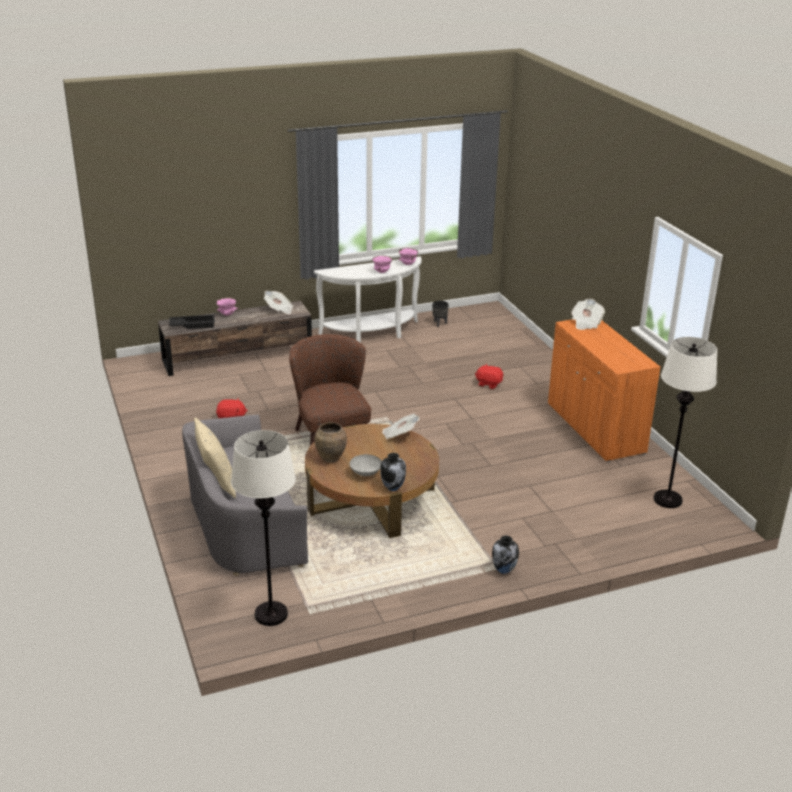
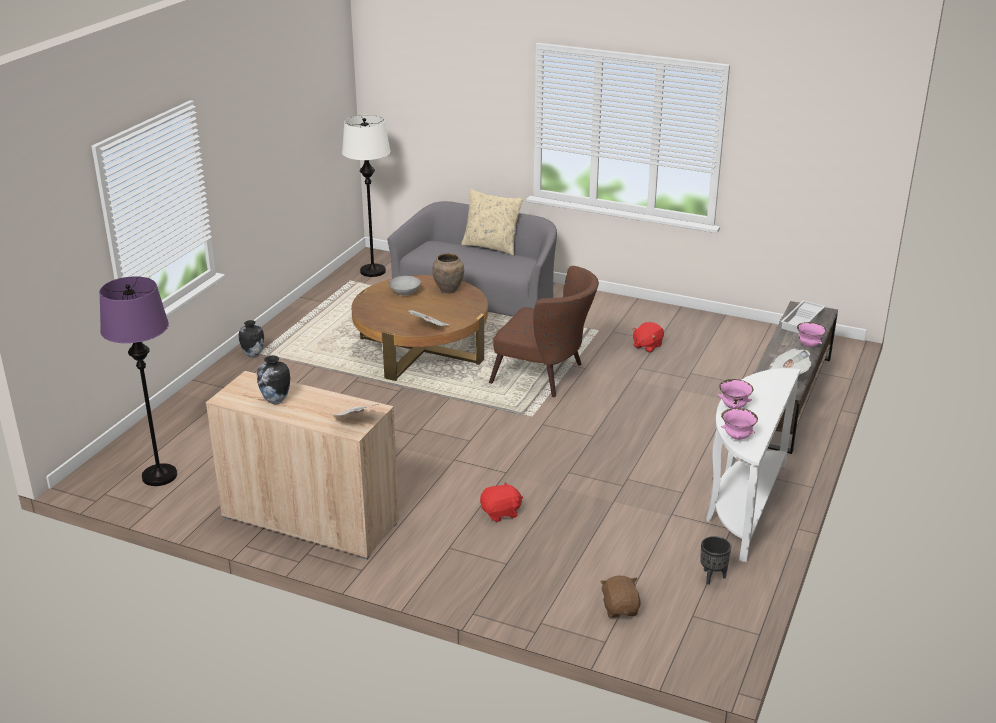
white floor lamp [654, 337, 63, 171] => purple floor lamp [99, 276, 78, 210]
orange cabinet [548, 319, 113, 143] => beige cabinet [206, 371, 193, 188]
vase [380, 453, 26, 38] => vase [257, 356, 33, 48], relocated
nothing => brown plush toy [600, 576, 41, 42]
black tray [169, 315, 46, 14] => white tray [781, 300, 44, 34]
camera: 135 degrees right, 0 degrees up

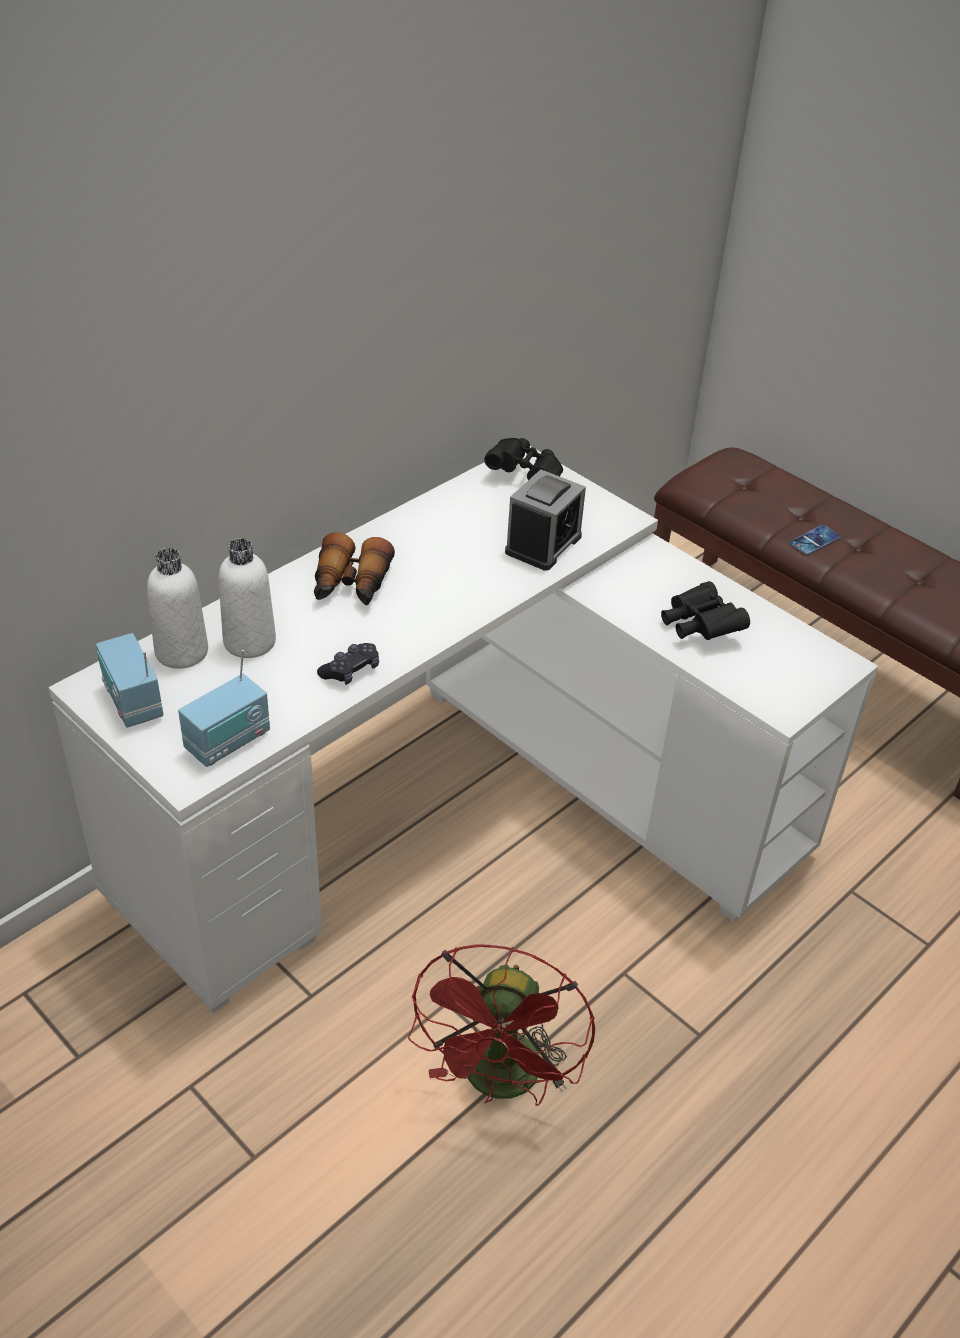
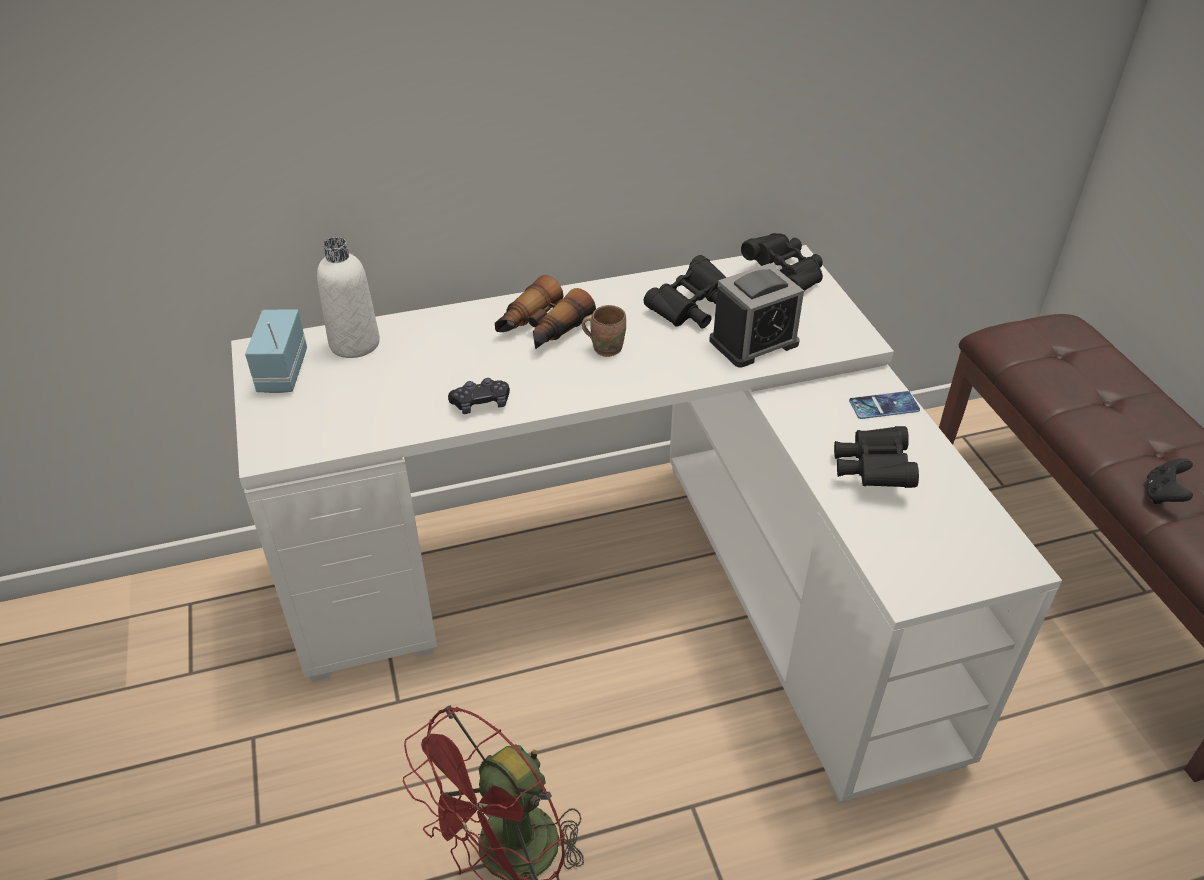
nothing => brown mug [582, 305, 44, 52]
nothing => black binoculars [644, 255, 83, 74]
phone [790, 525, 51, 30] => phone [849, 391, 71, 28], relocated
nothing => black game controller [1146, 458, 47, 46]
radio [178, 650, 92, 117] => nothing
white bottle [219, 538, 57, 120] => nothing
camera: 30 degrees right, 0 degrees up

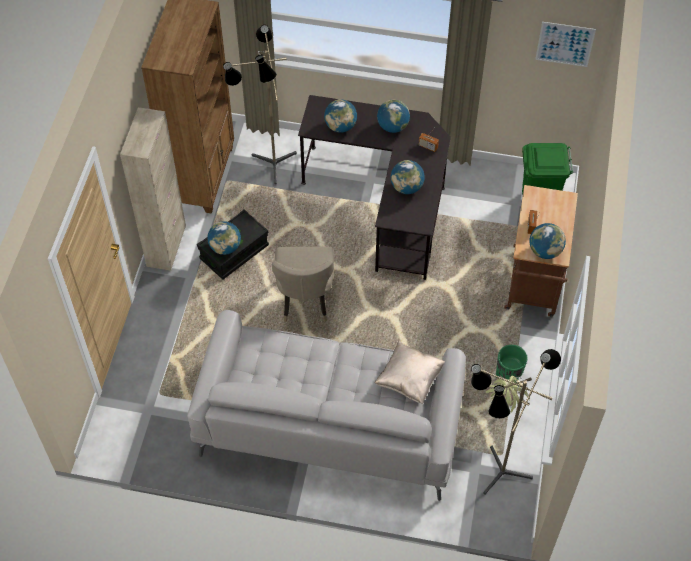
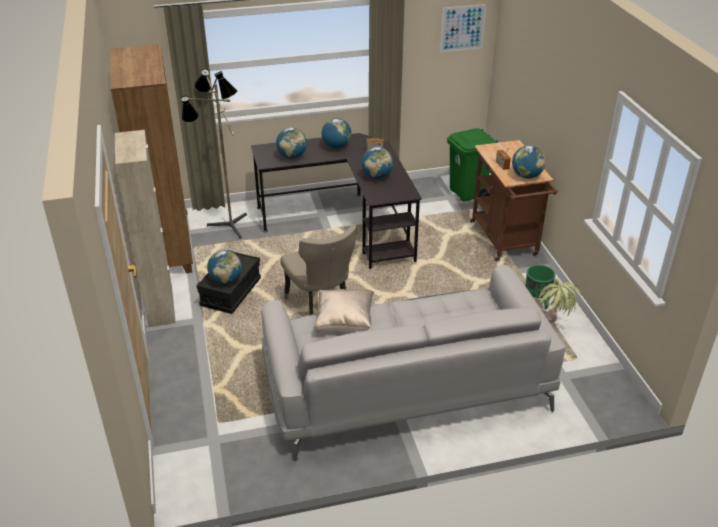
beige pillow [374, 341, 71, 63] => beige pillow [314, 289, 60, 42], relocated
floor lamp [471, 349, 90, 145] => nothing
camera: 25 degrees left, 20 degrees down

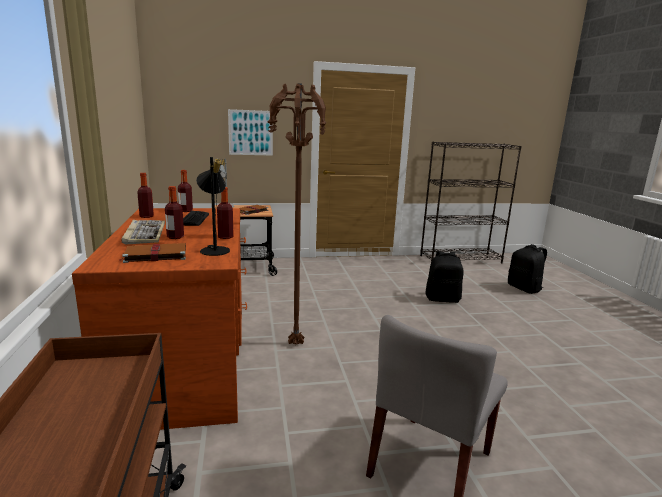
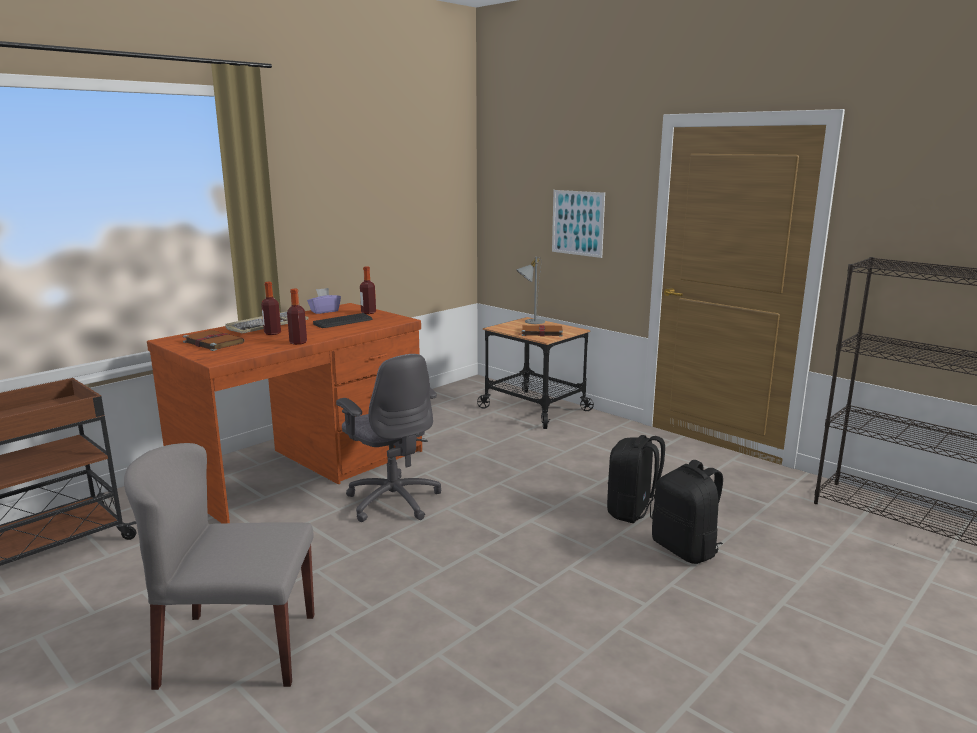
bottle [137, 173, 17, 45] => purple tissue box [307, 288, 34, 26]
brown floor lamp [267, 83, 59, 262] => grey office chair [336, 354, 105, 168]
black backpack [508, 244, 39, 50] => black backpack [607, 435, 58, 88], relocated
black table lamp [196, 157, 34, 99] => nothing
camera: 55 degrees right, 0 degrees up

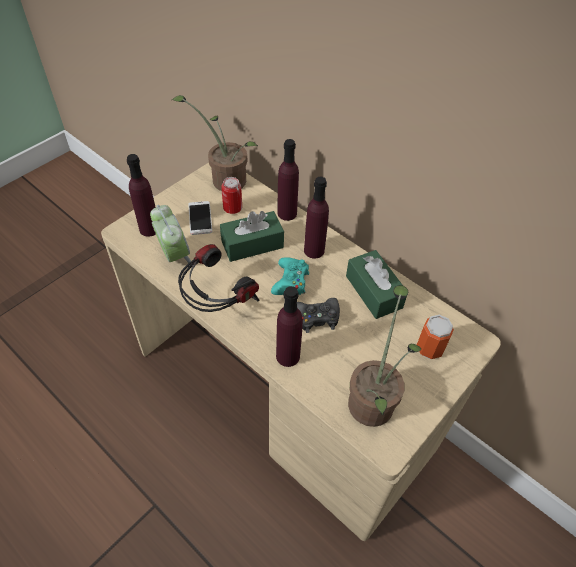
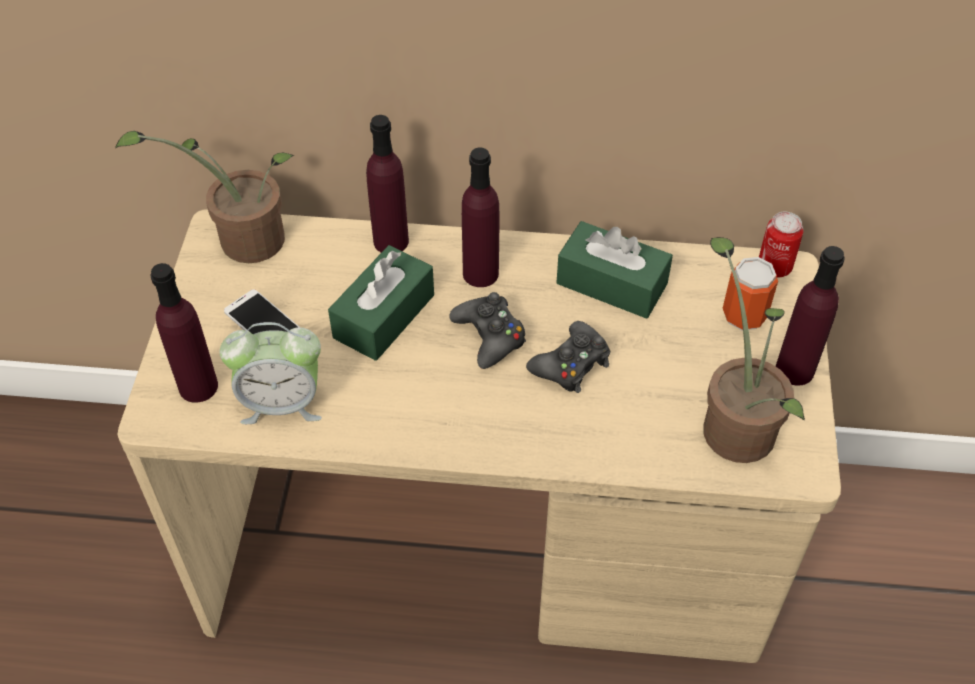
alarm clock [150, 205, 41, 61] => alarm clock [219, 322, 103, 102], 150 degrees clockwise
turquoise game controller [271, 257, 38, 38] => black game controller [449, 292, 77, 77]
can [221, 177, 21, 37] => can [759, 212, 45, 65], relocated
purple bottle [276, 286, 27, 81] => purple bottle [776, 246, 69, 140], relocated
headphones [178, 244, 81, 68] => nothing
camera: 35 degrees left, 0 degrees up

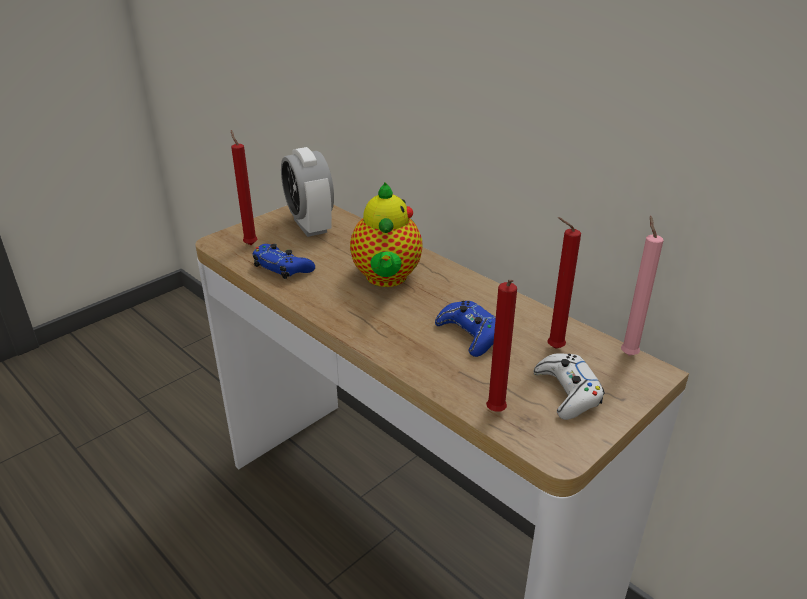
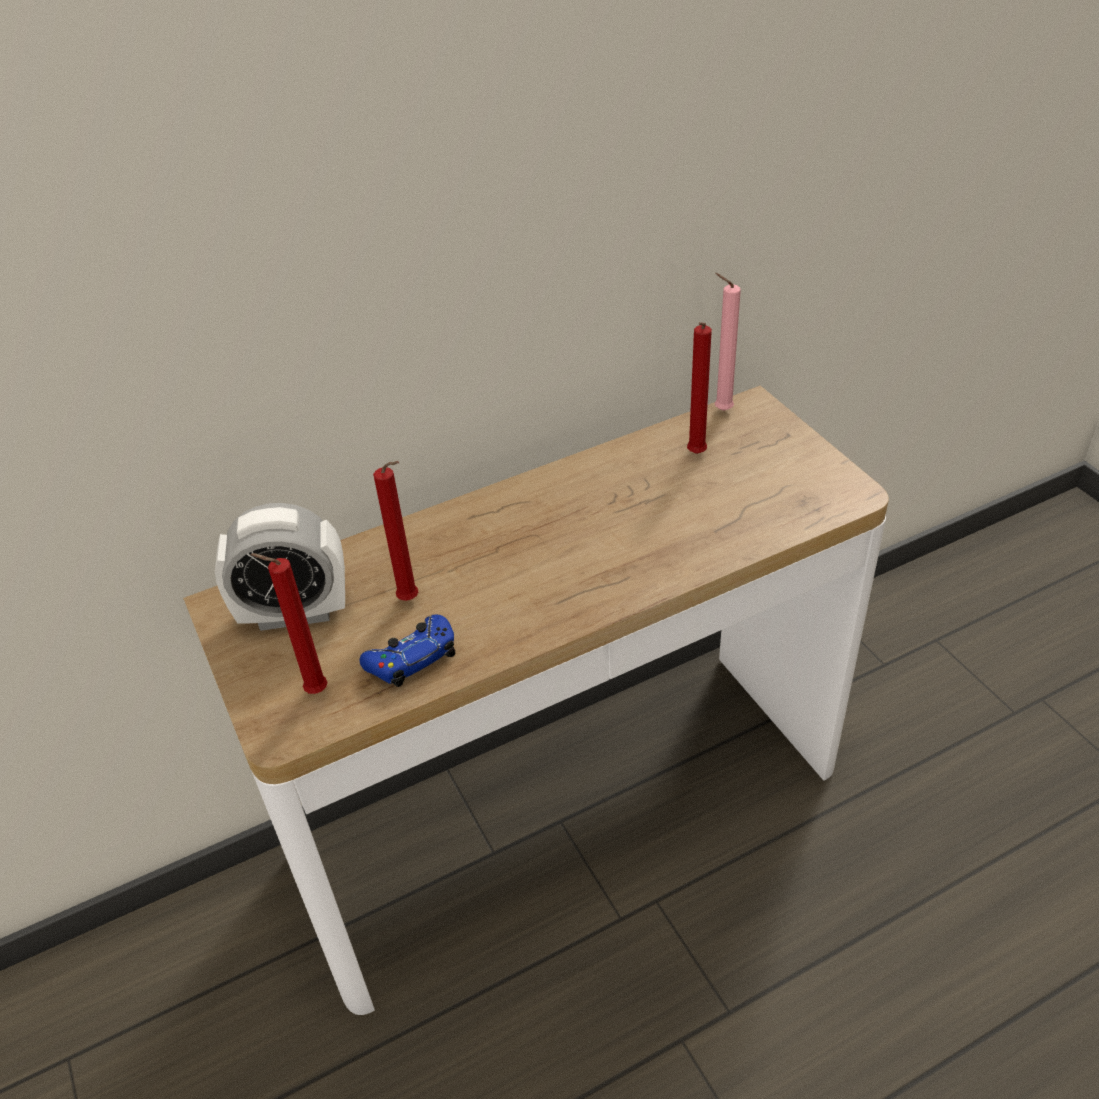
red candle [486, 280, 31, 132] => red candle [373, 461, 45, 140], relocated
teapot [350, 182, 73, 105] => nothing
blue game controller [435, 301, 61, 56] => nothing
white game controller [534, 353, 70, 67] => nothing
camera: 70 degrees left, 10 degrees up

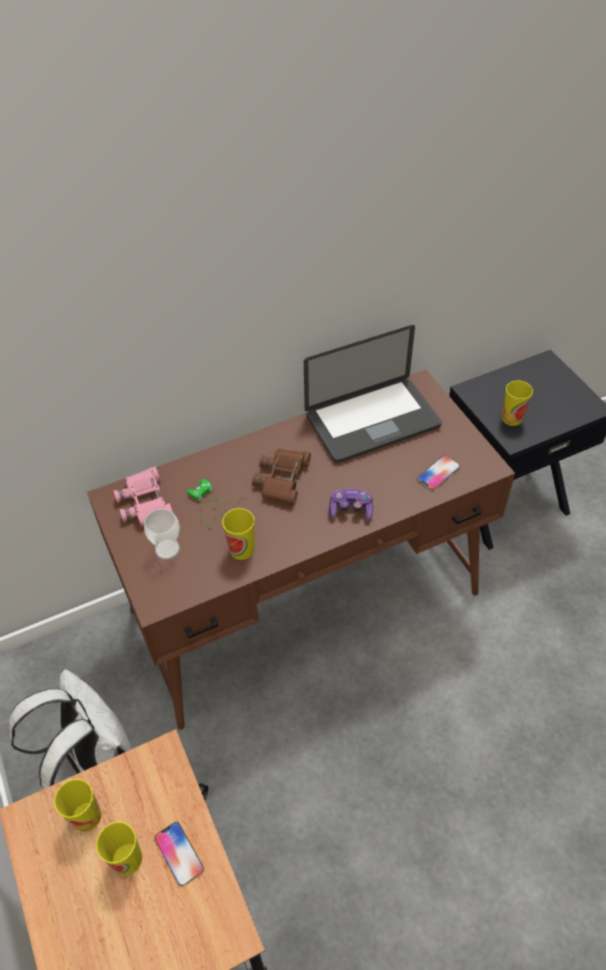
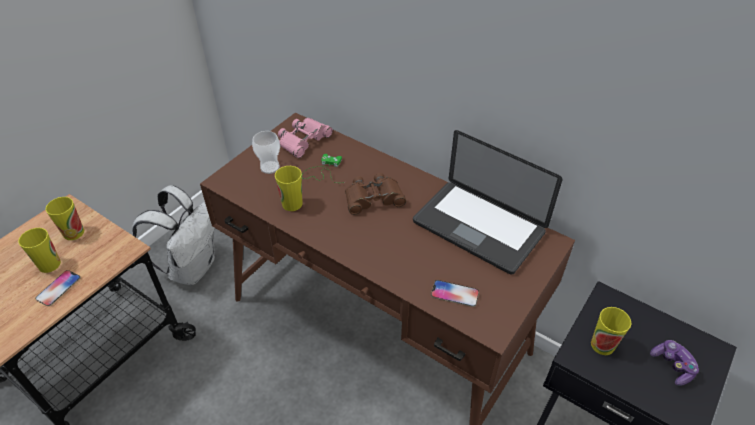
game controller [329, 489, 44, 31] => game controller [650, 340, 49, 46], relocated
camera: 60 degrees right, 5 degrees down

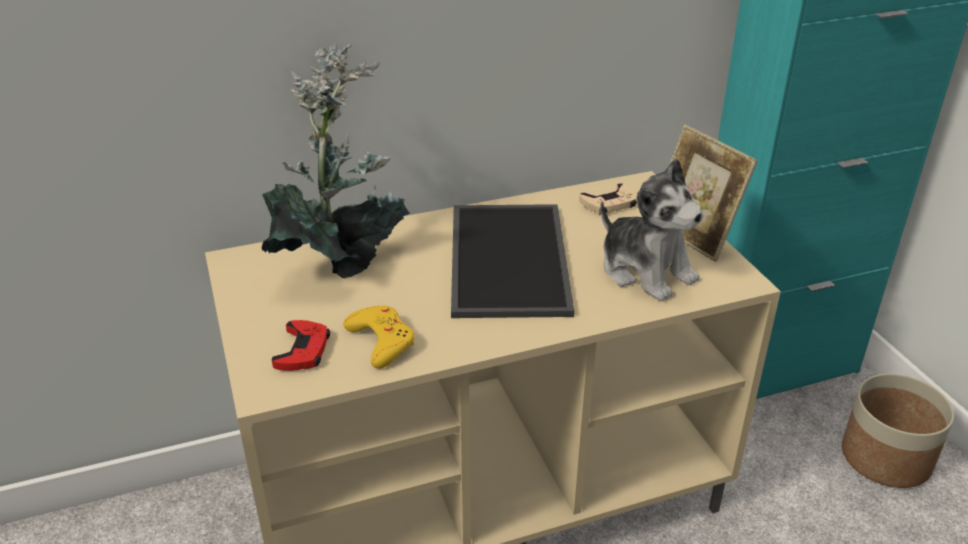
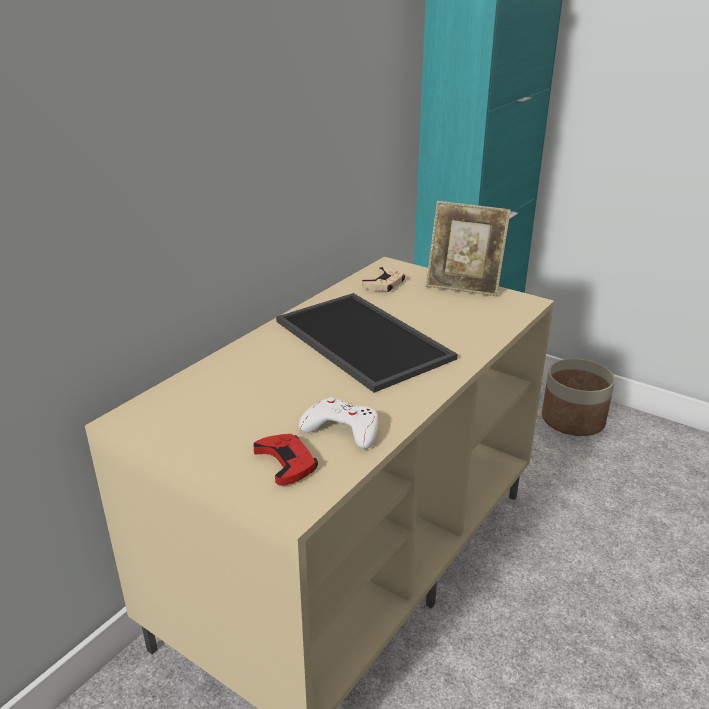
yellow game controller [343, 306, 72, 63] => white game controller [299, 397, 80, 52]
potted plant [261, 43, 149, 235] => nothing
plush toy [600, 158, 103, 143] => nothing
camera: 35 degrees left, 5 degrees down

